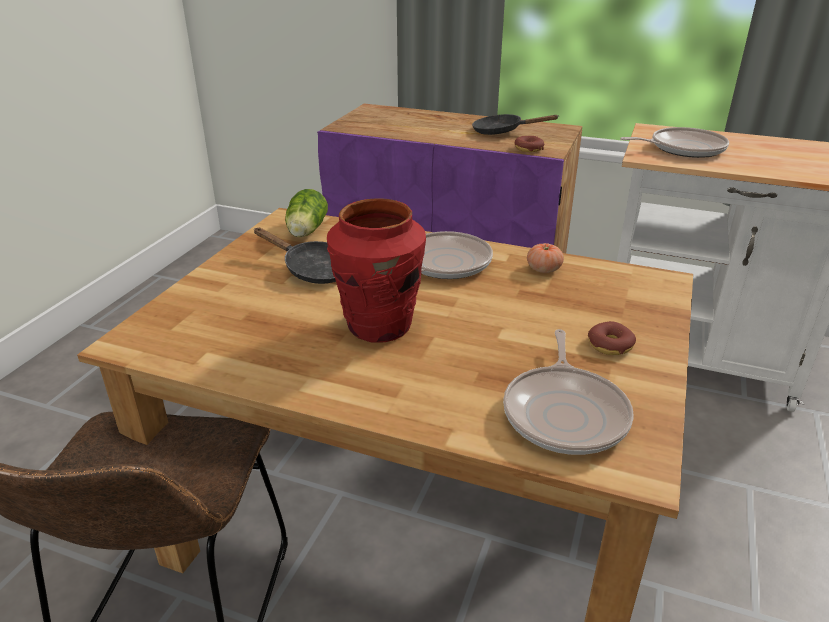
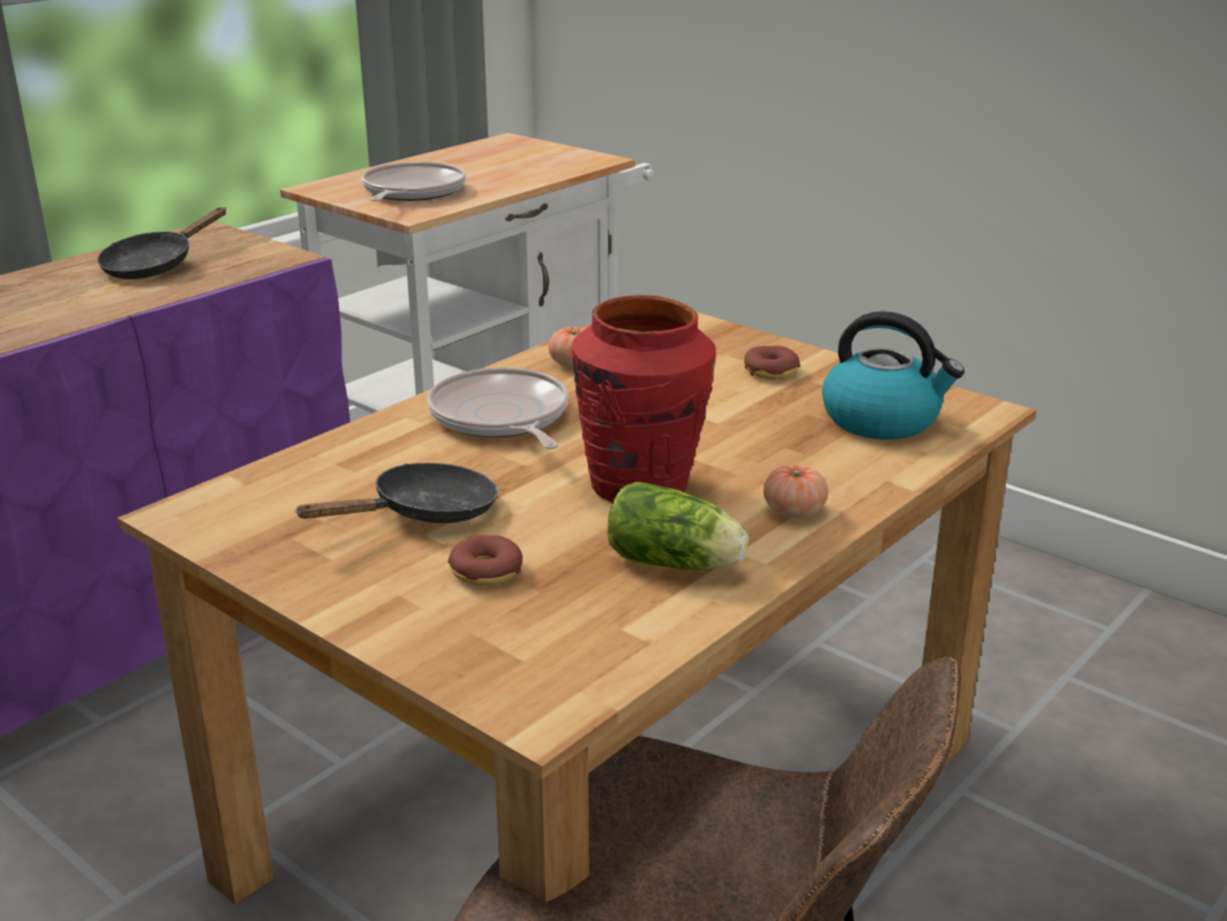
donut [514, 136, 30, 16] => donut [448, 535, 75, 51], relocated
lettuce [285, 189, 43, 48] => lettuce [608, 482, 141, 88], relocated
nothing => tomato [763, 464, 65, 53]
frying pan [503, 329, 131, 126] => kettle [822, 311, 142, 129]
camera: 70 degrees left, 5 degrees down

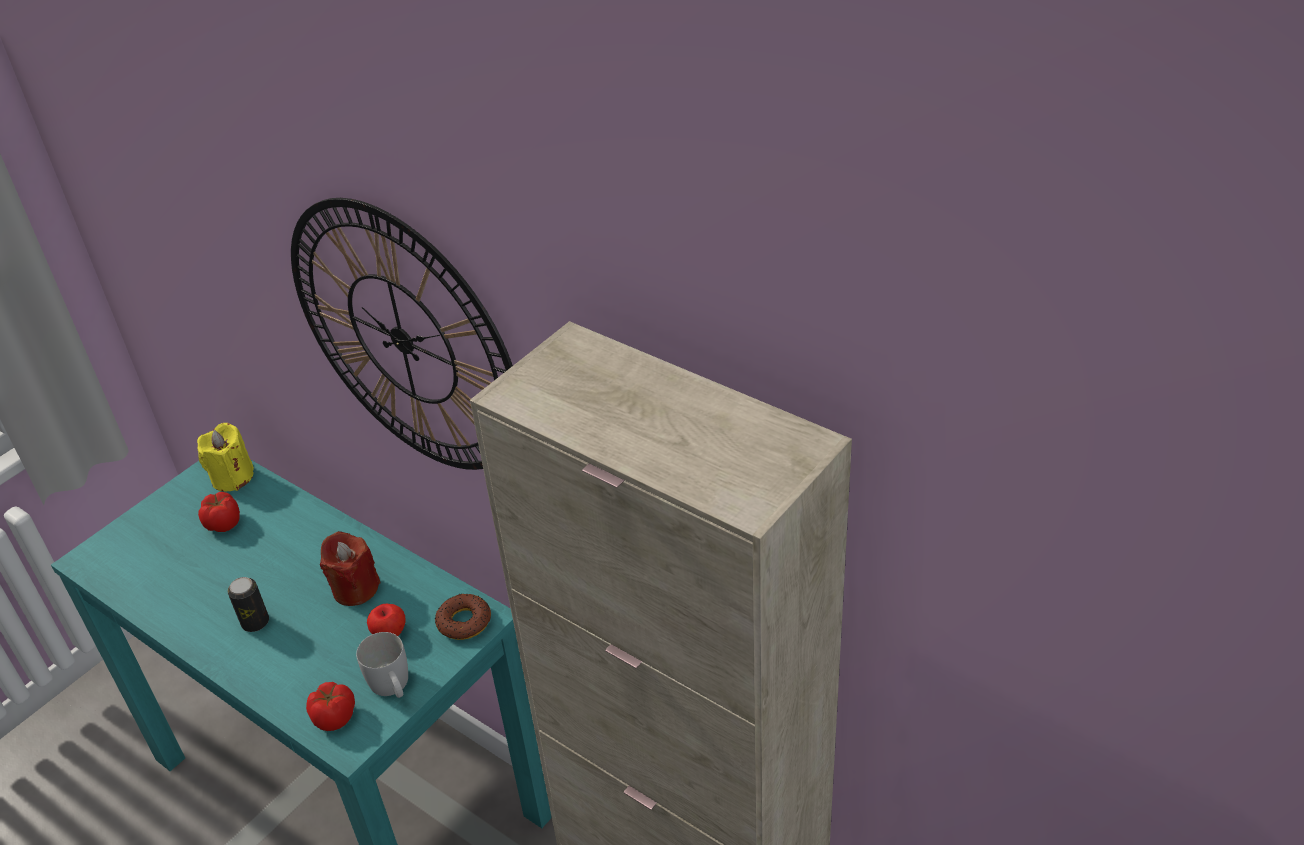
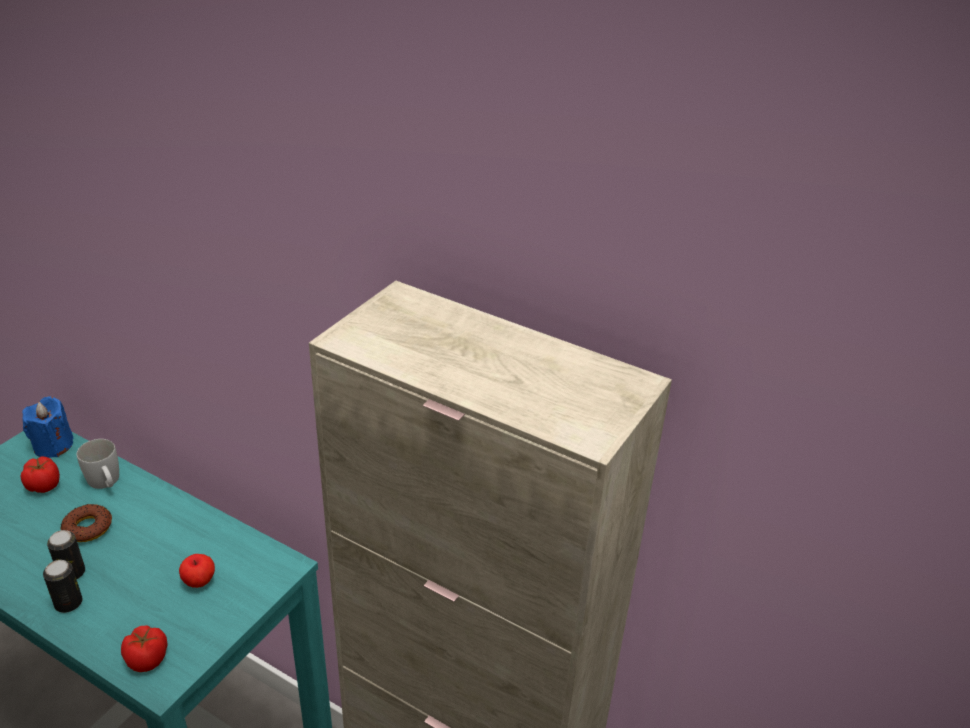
yellow candle [197, 423, 57, 69] => blue candle [22, 396, 51, 62]
nothing => can [43, 560, 40, 53]
donut [435, 594, 56, 46] => donut [61, 504, 51, 38], relocated
white mug [356, 632, 52, 66] => white mug [77, 439, 42, 50], relocated
wall clock [291, 198, 222, 272] => nothing
red candle [320, 531, 60, 75] => nothing
camera: 10 degrees left, 5 degrees down

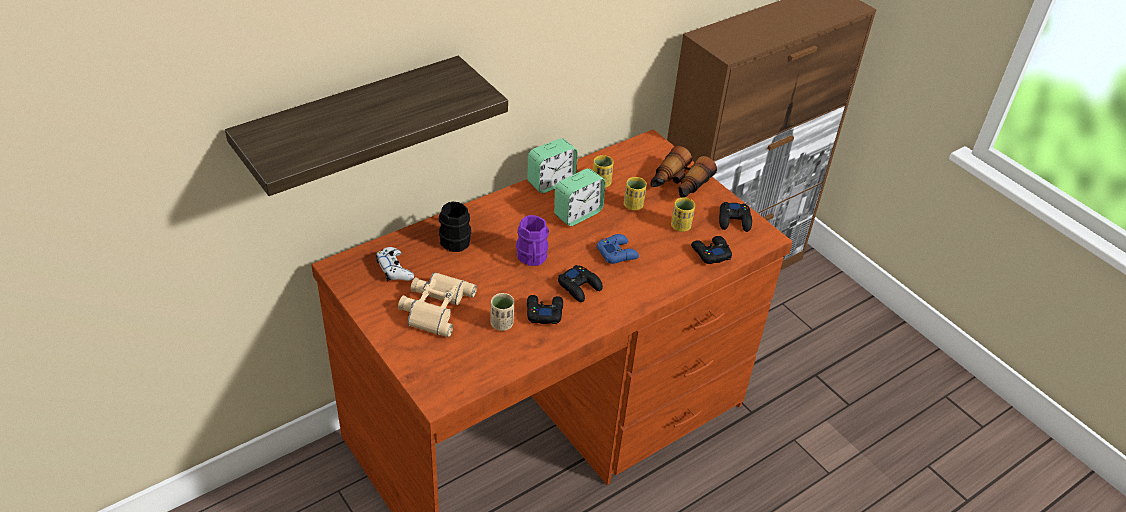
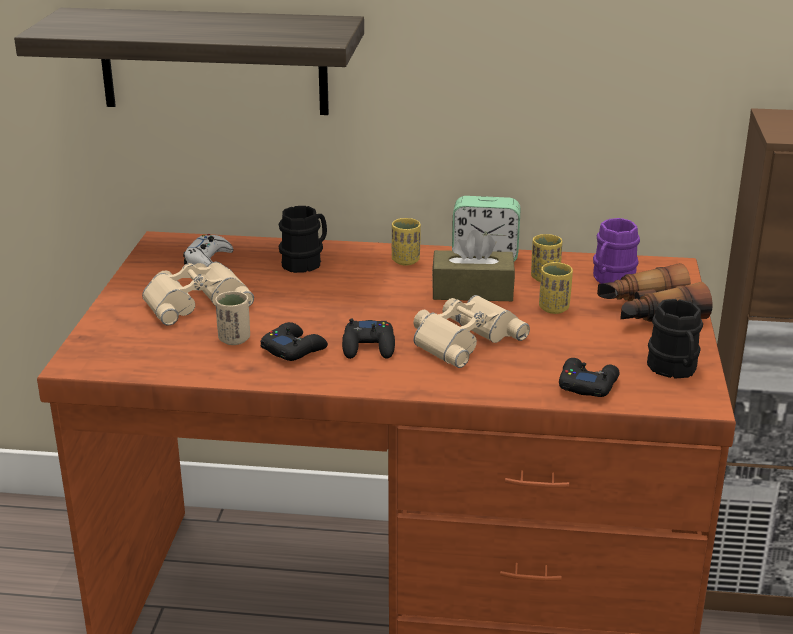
yellow cup [671, 197, 24, 35] => yellow cup [392, 218, 29, 47], relocated
blue game controller [597, 234, 42, 30] => beige binoculars [413, 295, 117, 73]
alarm clock [554, 168, 51, 58] => brown tissue box [432, 230, 83, 71]
purple mug [516, 215, 33, 51] => purple mug [593, 218, 47, 66], relocated
black game controller [719, 202, 33, 30] => black mug [647, 299, 56, 80]
camera: 45 degrees right, 15 degrees down

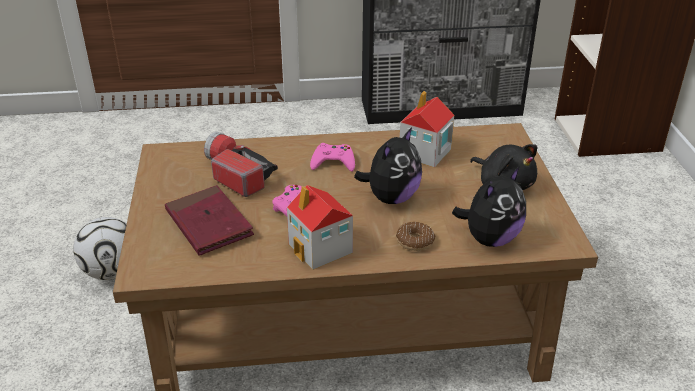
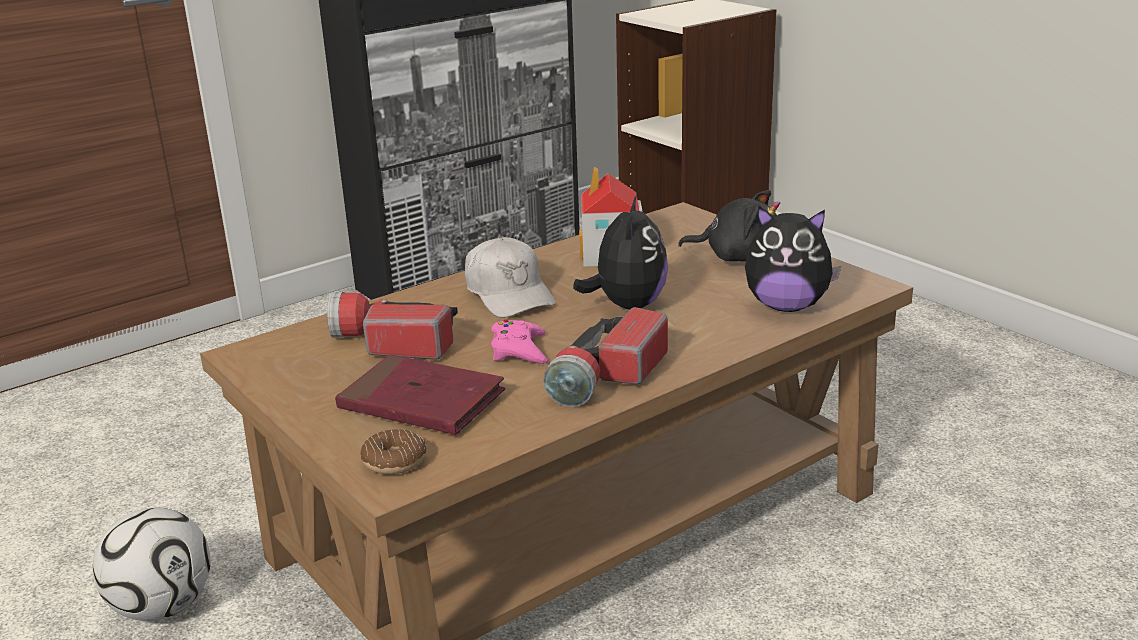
donut [396, 222, 39, 29] => donut [361, 429, 65, 45], relocated
pink game controller [310, 143, 45, 29] => white cap [465, 237, 91, 81]
toy house [287, 185, 66, 85] => flashlight [543, 307, 125, 100]
plush toy [452, 166, 74, 81] => plush toy [745, 206, 96, 106], 90 degrees clockwise
camera: 30 degrees left, 10 degrees down

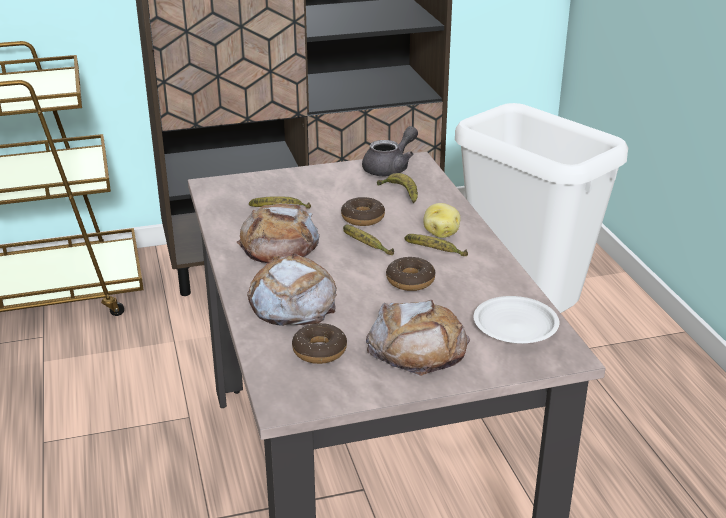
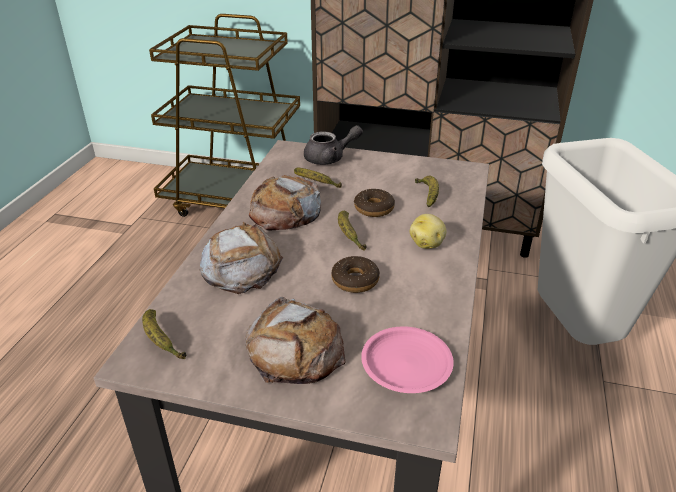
banana [405, 234, 63, 22] => banana [142, 309, 44, 50], relocated
grey teapot [362, 126, 56, 50] => grey teapot [304, 125, 59, 40], relocated
white plate [473, 296, 86, 48] => pink plate [361, 326, 93, 67]
donut [292, 323, 55, 41] => nothing
camera: 30 degrees right, 5 degrees up

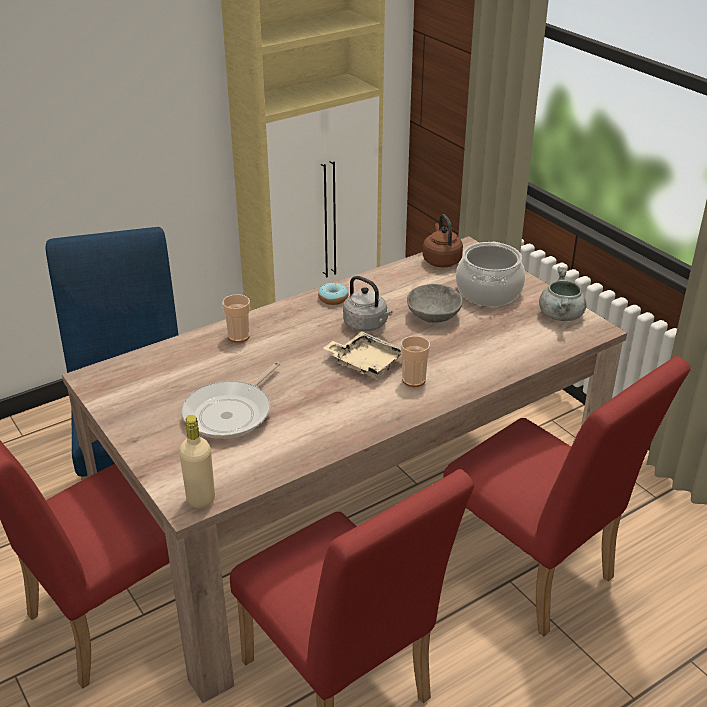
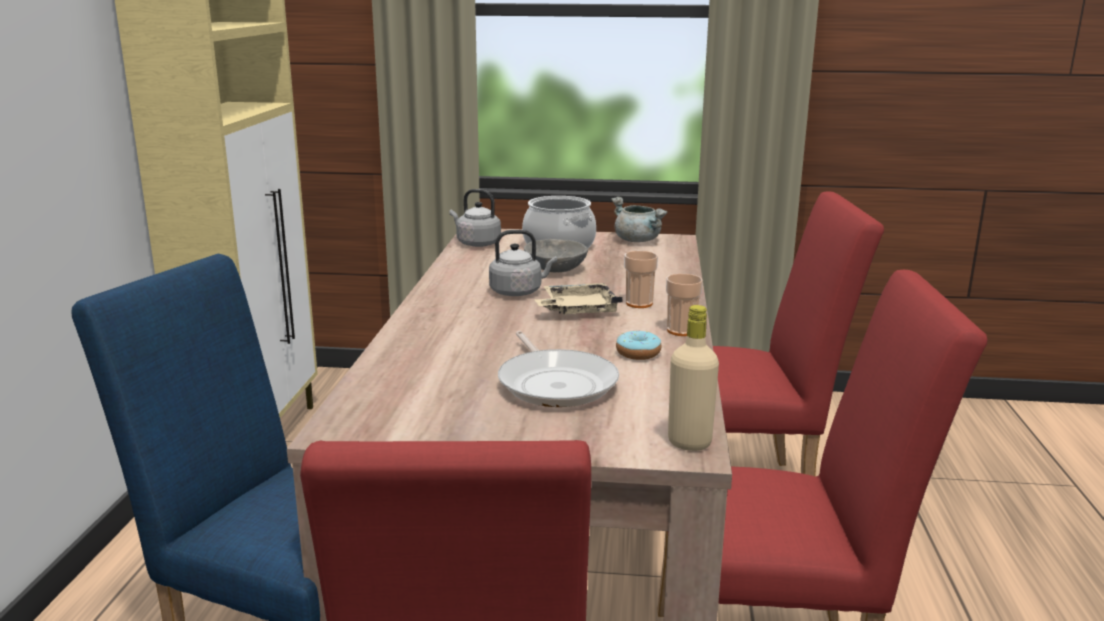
brown kettle [423, 215, 40, 52] => grey kettle [450, 189, 51, 58]
donut [318, 282, 31, 23] => donut [616, 330, 45, 30], relocated
cup [222, 294, 28, 49] => cup [666, 274, 37, 62], relocated
camera: 50 degrees left, 15 degrees down

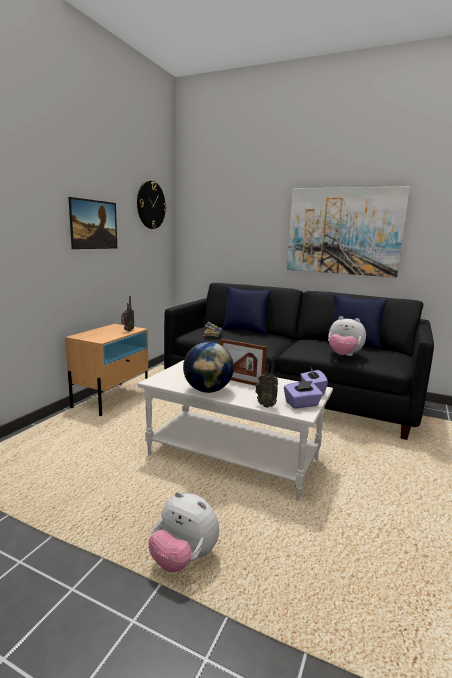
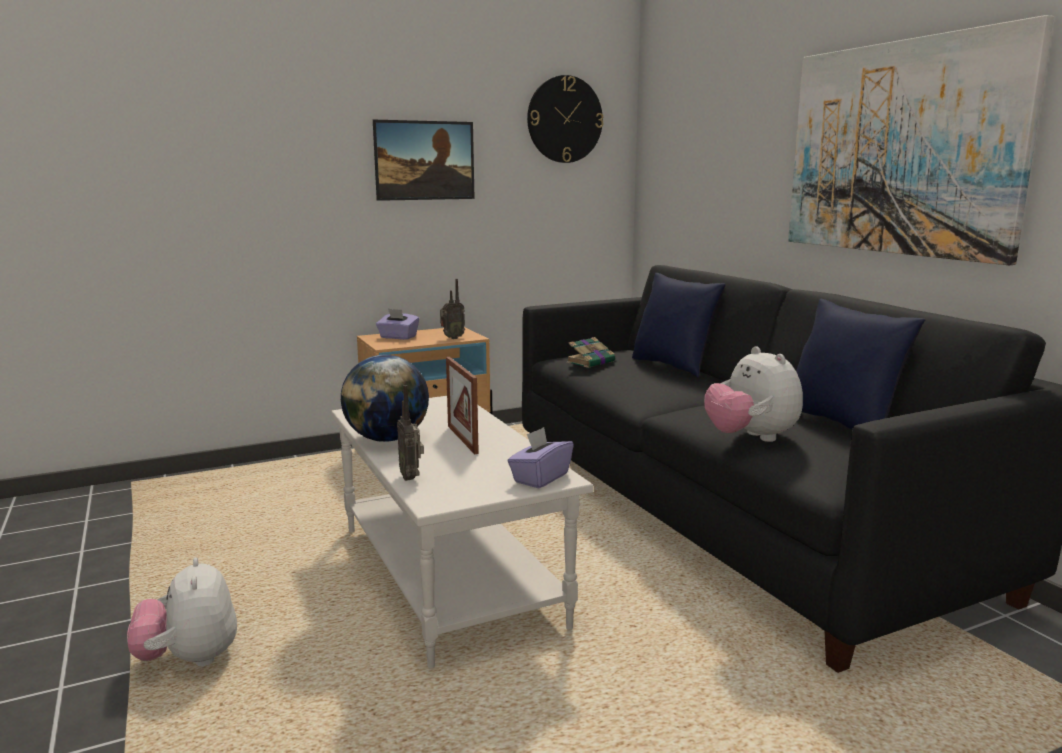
purple tissue box [284, 381, 39, 28] => purple tissue box [376, 309, 43, 31], relocated
camera: 40 degrees right, 0 degrees up

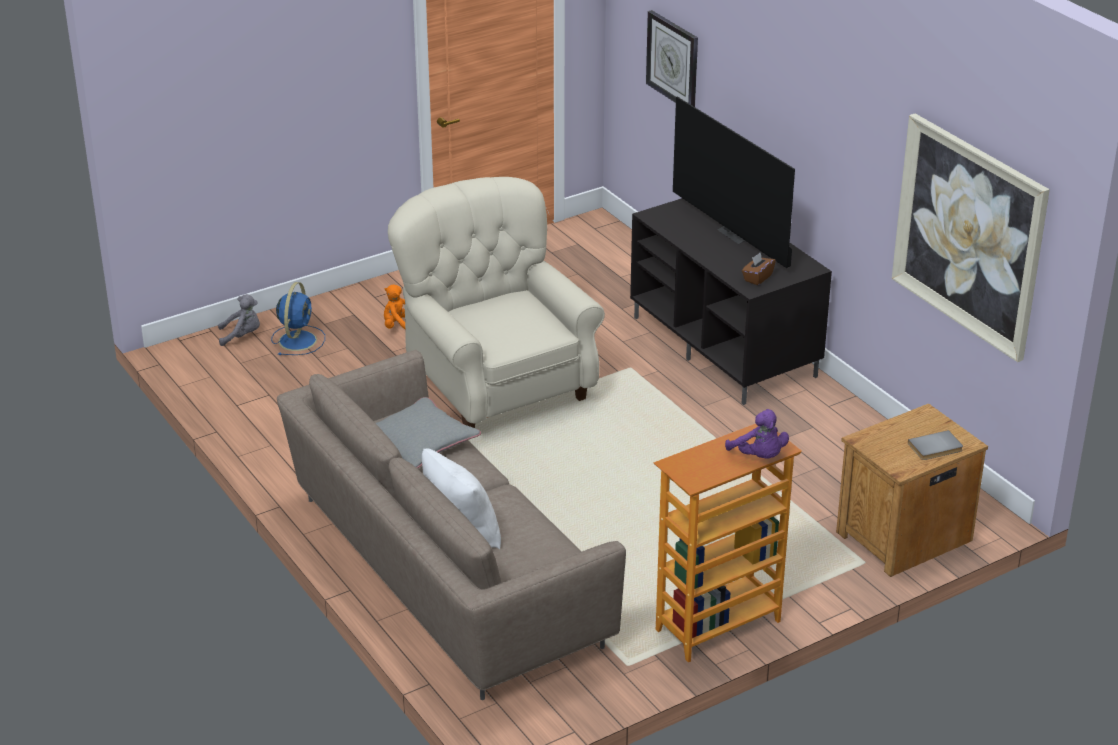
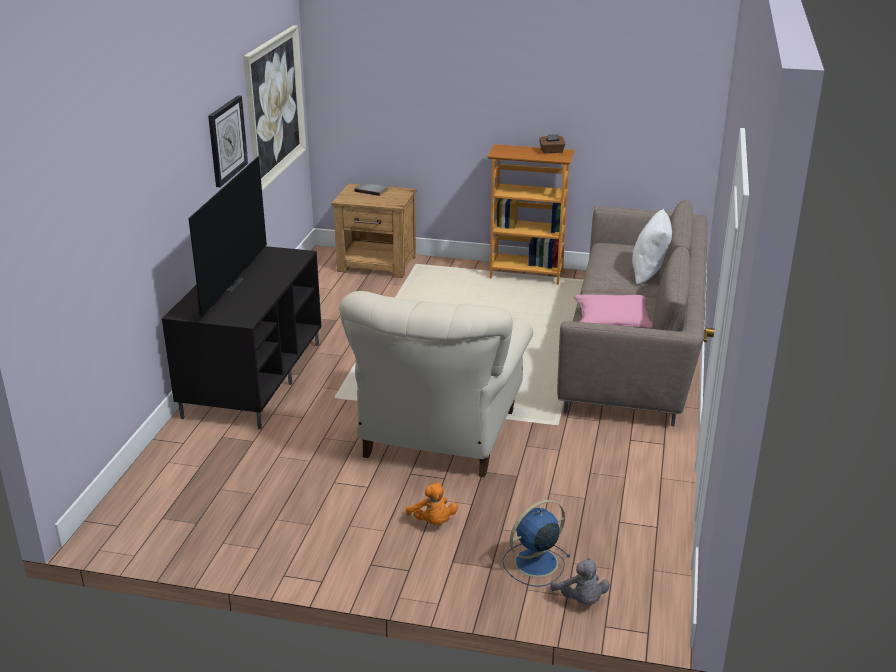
wall clock [646, 10, 52, 97] => wall clock [208, 96, 40, 91], relocated
brown tissue box [742, 252, 34, 33] => brown tissue box [539, 134, 27, 20], relocated
grey plush toy [218, 294, 42, 52] => grey plush toy [550, 558, 60, 47], 150 degrees counterclockwise
grey pillow [376, 397, 105, 72] => pink pillow [574, 294, 79, 35]
purple plush toy [725, 409, 64, 50] => nothing
camera: 135 degrees left, 5 degrees down

